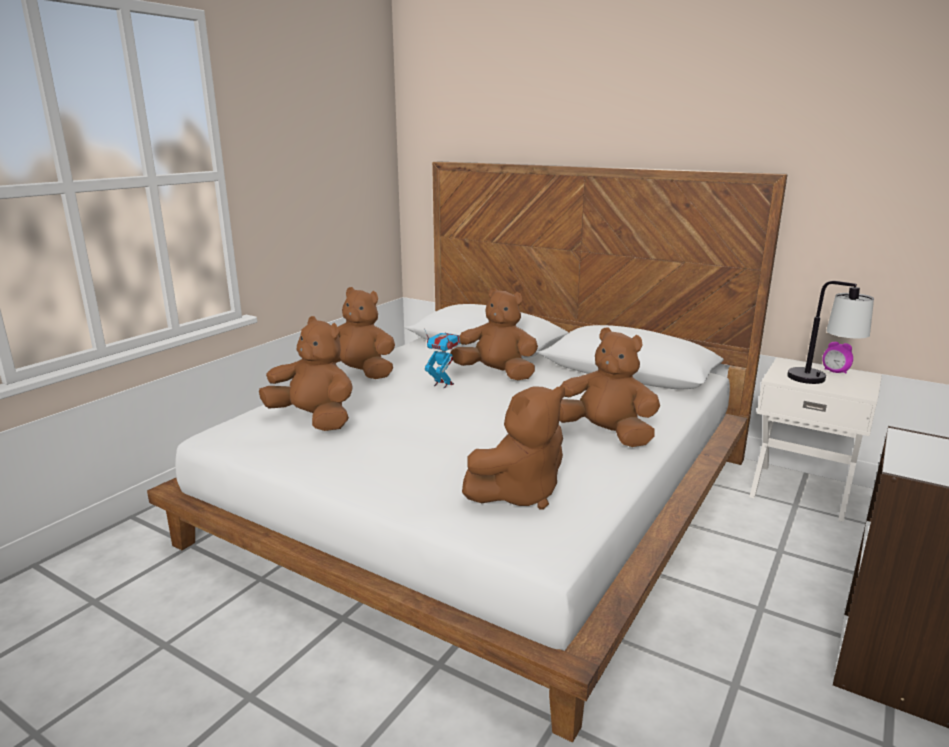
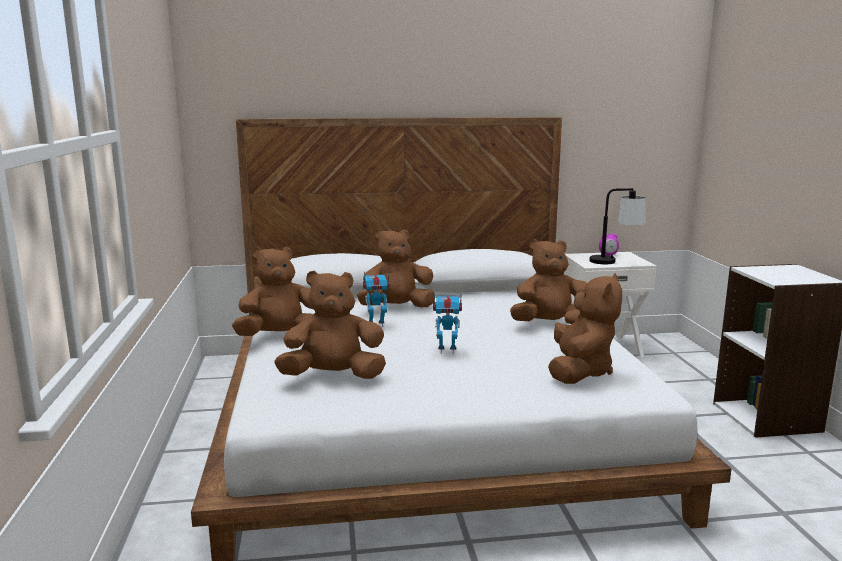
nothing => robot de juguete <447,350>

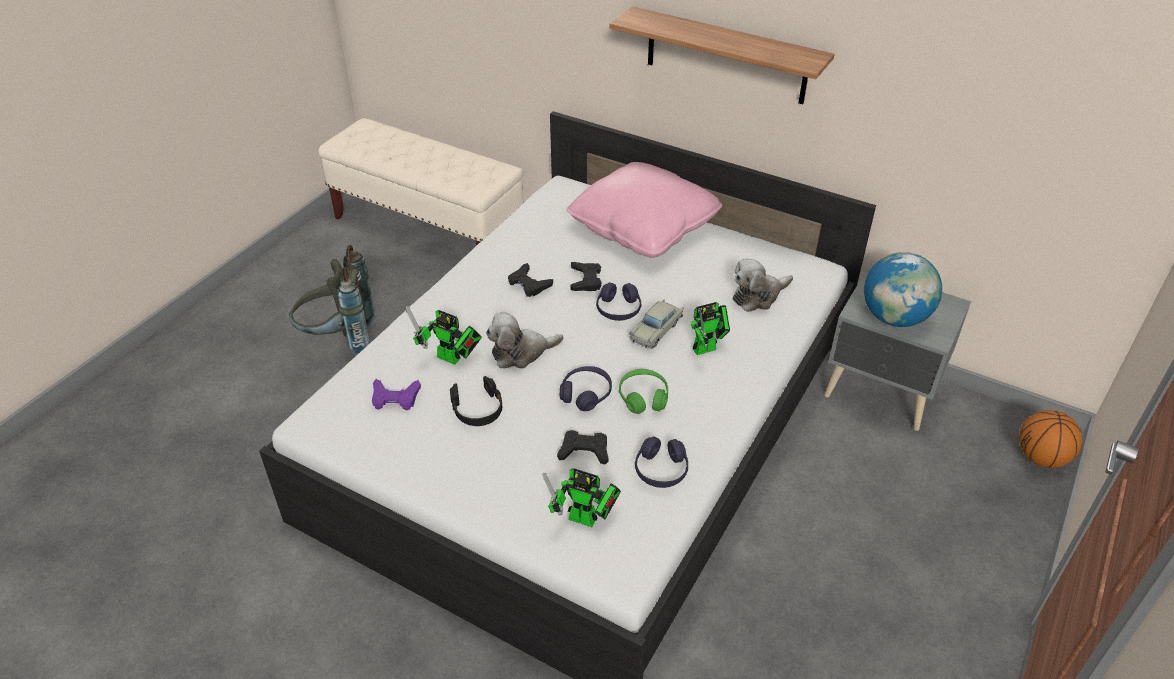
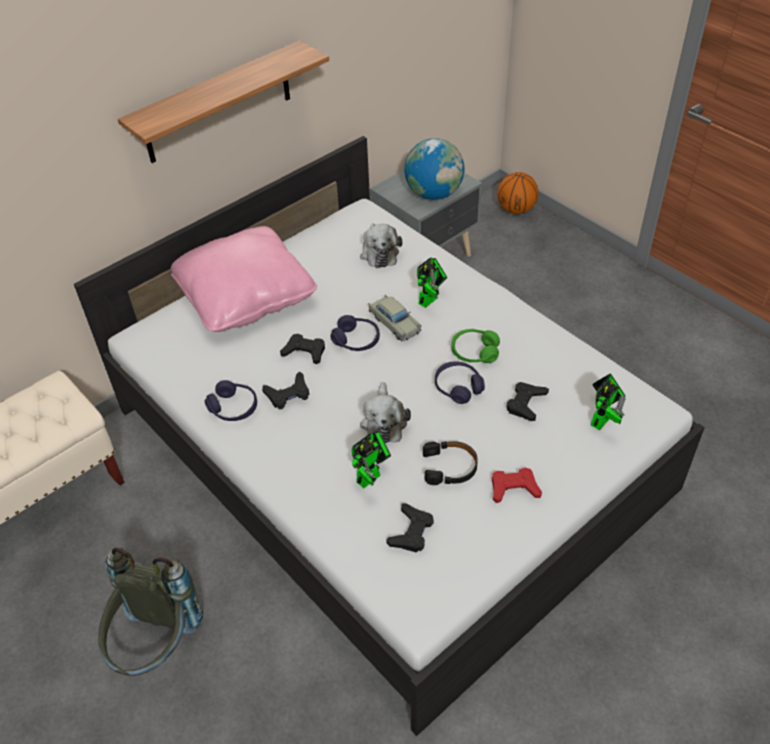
nothing => mando de consola [rojo] <514,488>
auriculares [morado] <661,470> => auriculares [morado] <233,408>, moved
mando de consola [morado] <395,398> => mando de consola [negro] <411,532>
robot de juguete <707,348> => robot de juguete <430,299>, 45 degrees clockwise

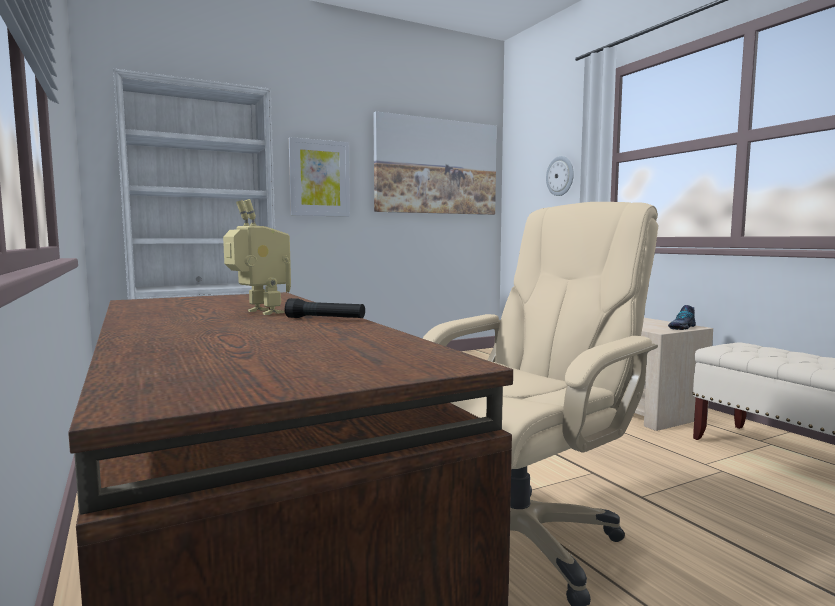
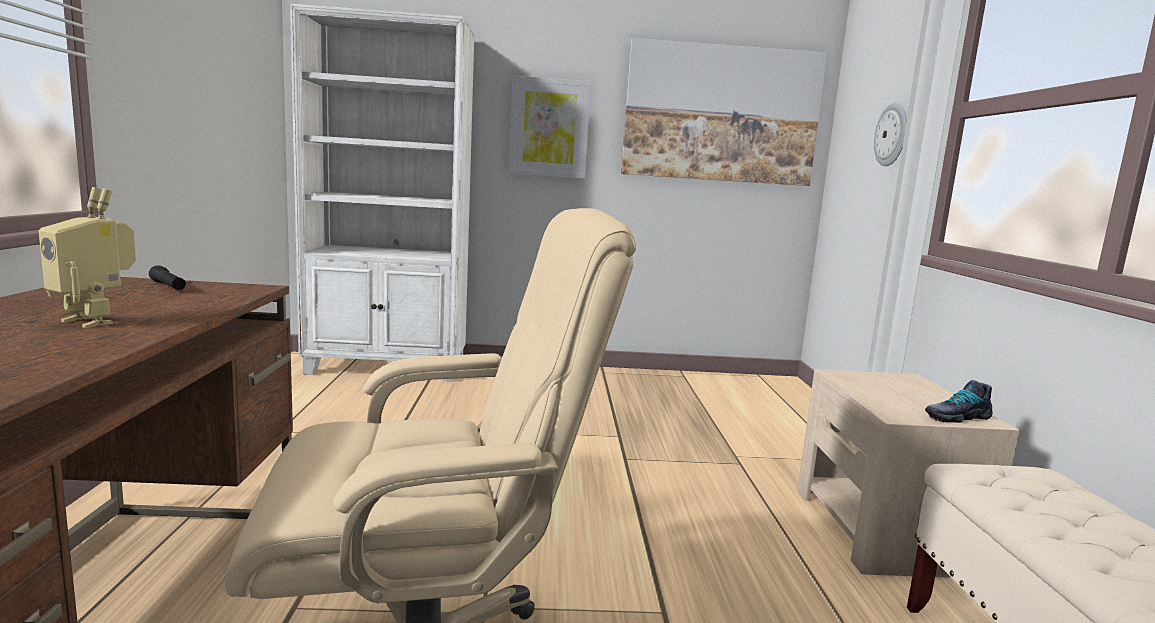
linterna [negro] <325,319> => linterna [negro] <168,286>, moved
robot de juguete <259,312> => robot de juguete <96,321>, 135 degrees clockwise

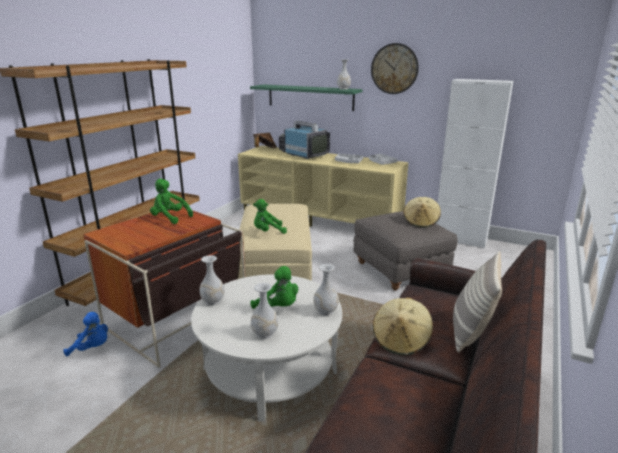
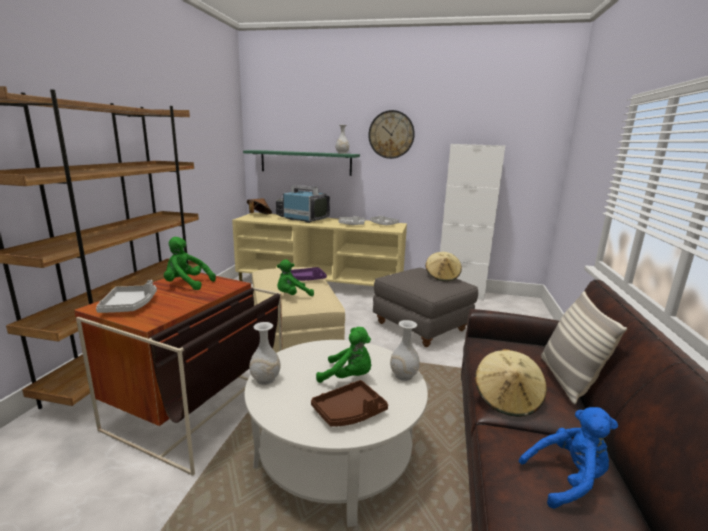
nothing => bandeja [gris] <129,306>
nothing => bandeja [morado] <307,279>
peluche [azul] <92,348> => peluche [azul] <567,480>, moved
florero [blanco] <264,333> => bandeja [marrón] <349,412>

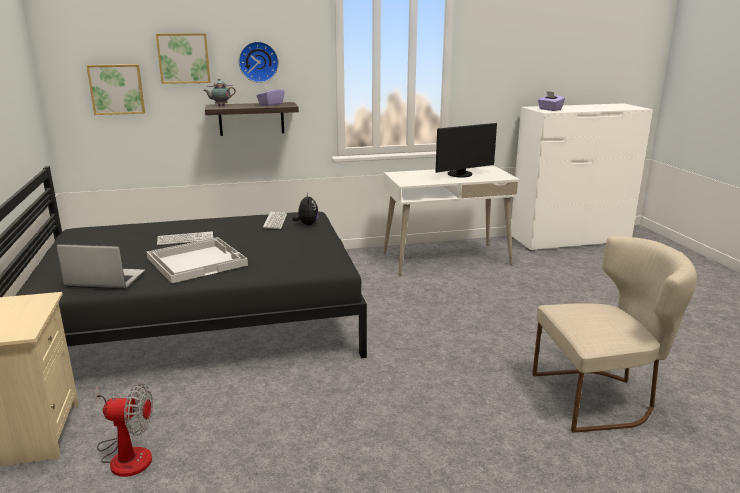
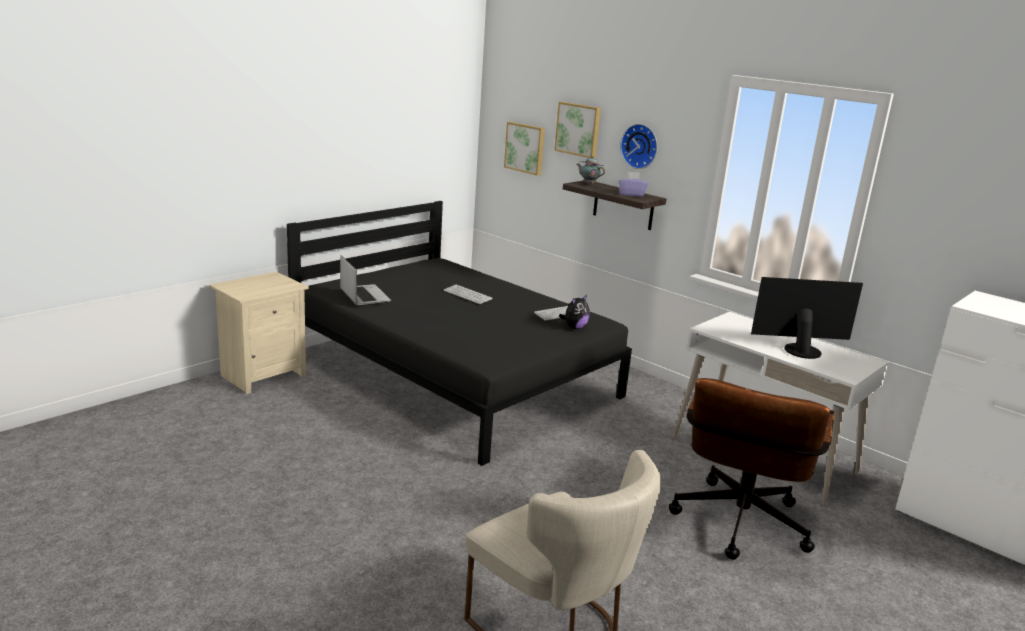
ventilador <126,454> => nothing
bandeja [blanco] <197,261> => nothing
caja de pañuelos [morado] <549,109> => nothing
nothing => silla de oficina [marrón] <737,528>
monitor <461,175> => monitor <800,350>, 150 degrees clockwise

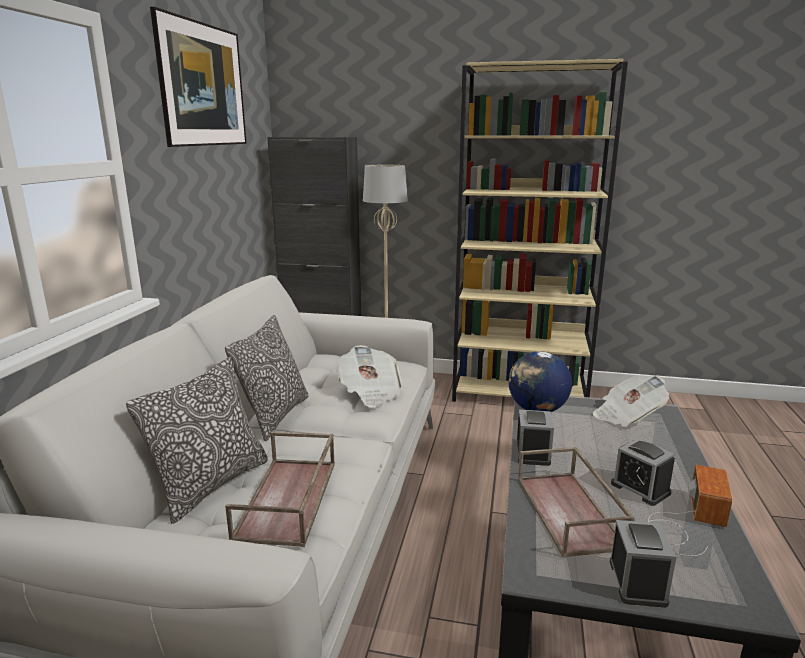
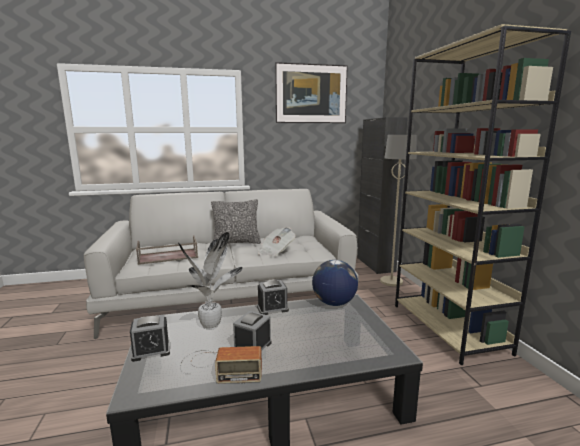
cojín <211,484> => nothing
periódico <627,416> => nothing
bandeja [marrón] <570,512> => planta en maceta <212,326>

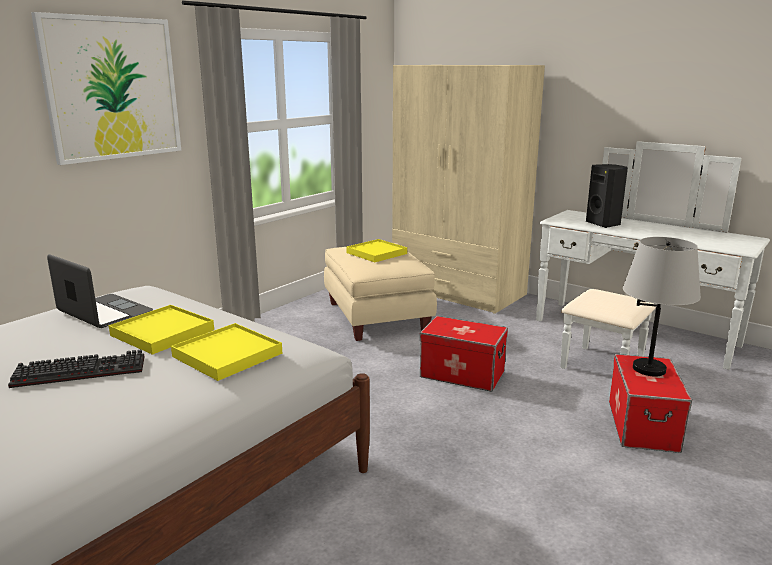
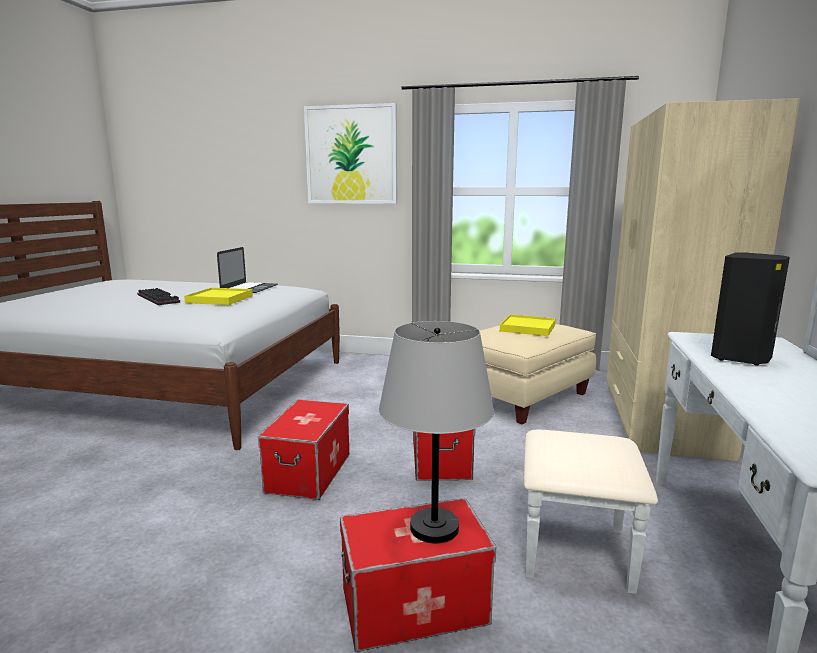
bandeja [amarillo] <227,355> => nothing
nothing => caja de almacenaje <308,472>

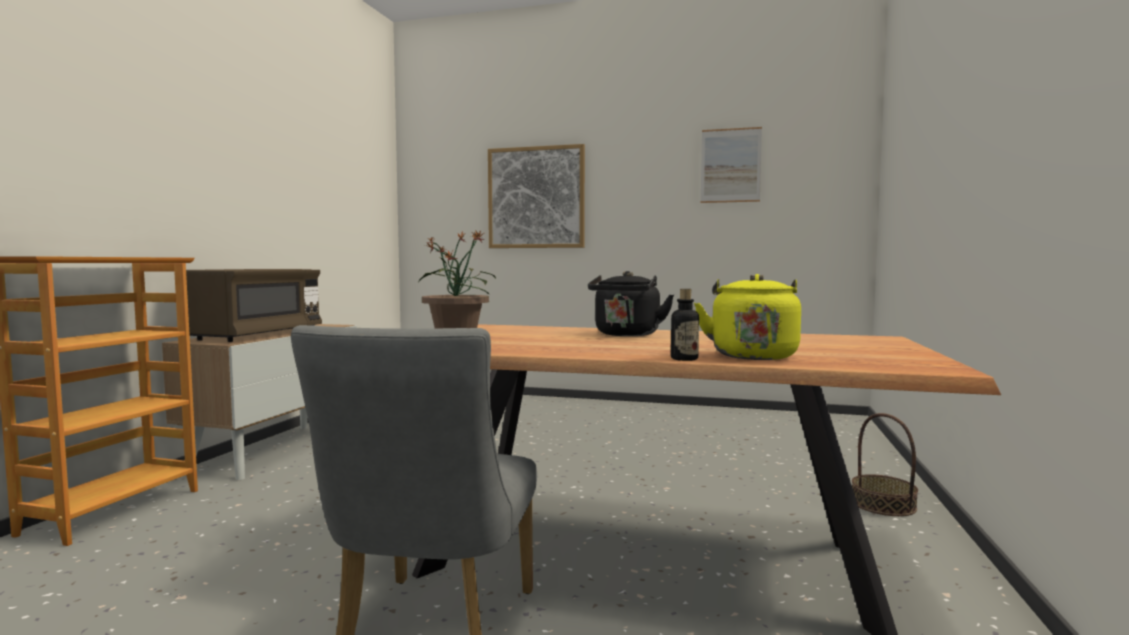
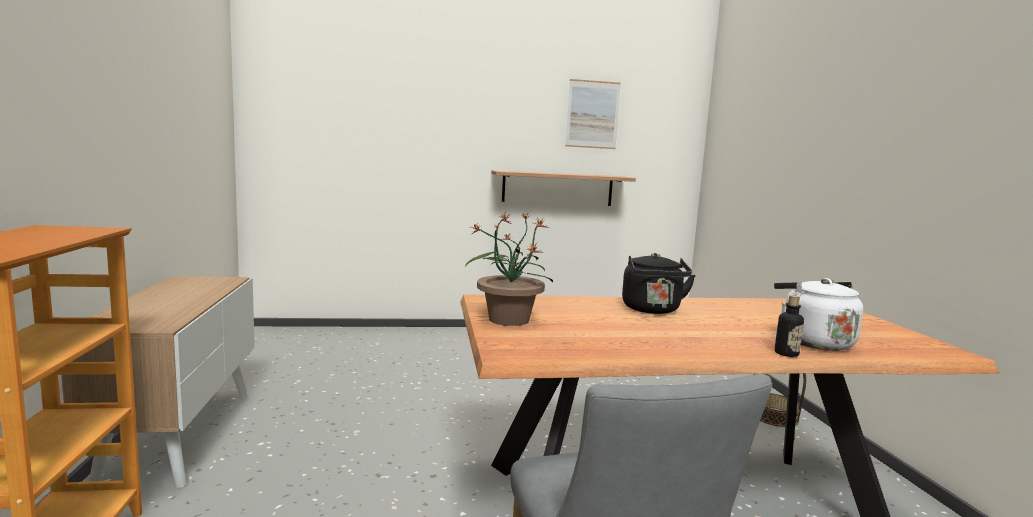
microondas [marrón] <256,335> => nothing
cuadro <536,197> => nothing
nothing => estante <557,188>
hervidor [amarillo] <752,355> => hervidor [blanco] <812,342>

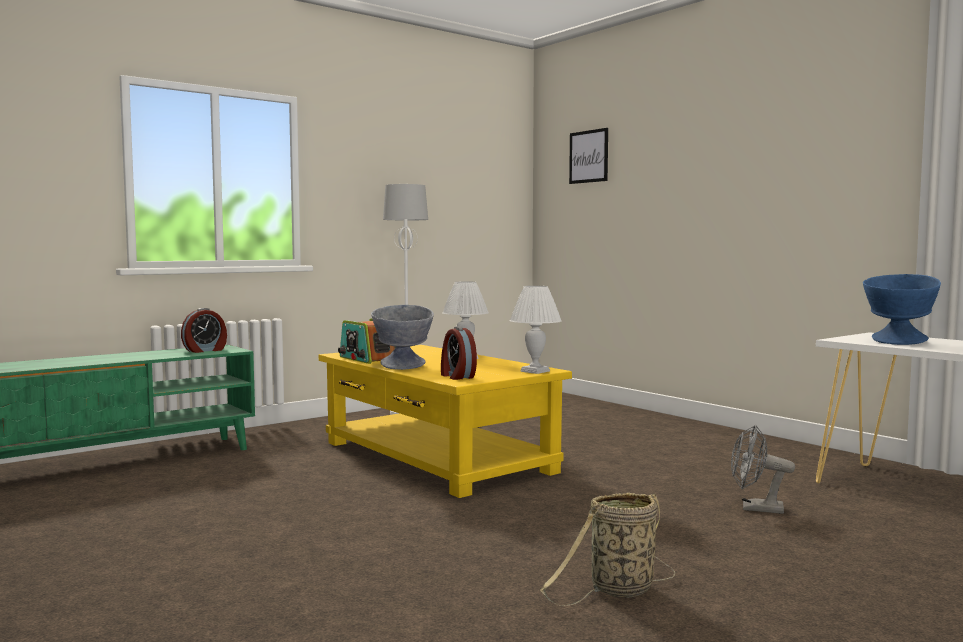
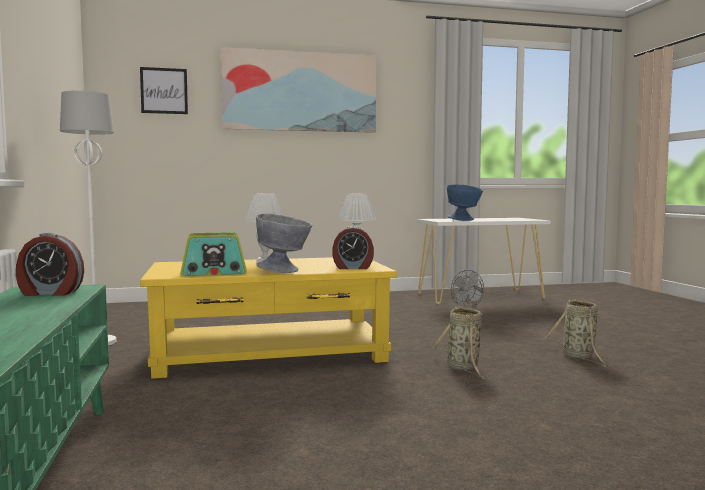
nothing => cuadro <300,91>
nothing => cesta <463,368>
despertador <205,350> => despertador <50,293>, 105 degrees clockwise

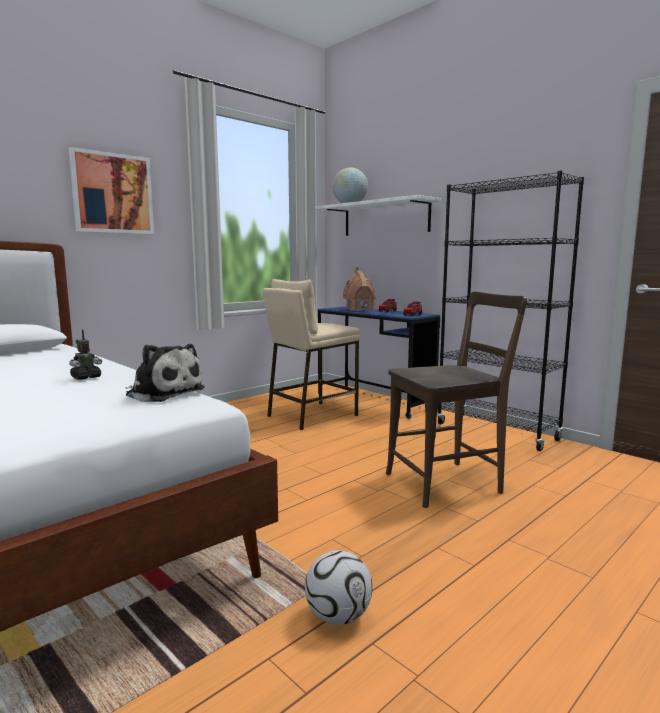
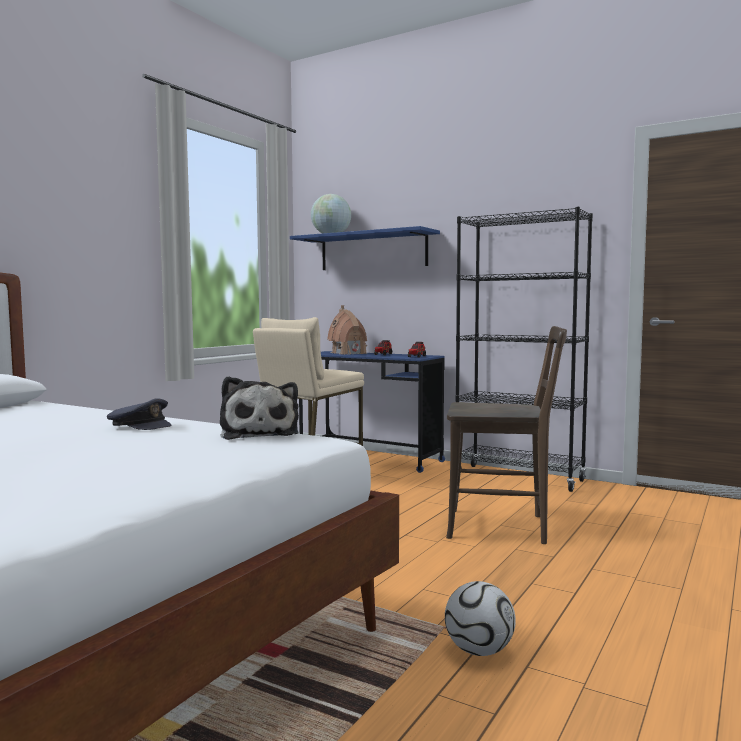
cuadro <112,193> => nothing
robot de juguete <86,377> => gorra [gris] <141,426>
estante [blanco] <385,219> => estante [azul] <373,251>
peluche <163,393> => peluche <259,433>, 60 degrees clockwise
silla [marrón] <448,482> => silla [marrón] <503,527>, 45 degrees clockwise

